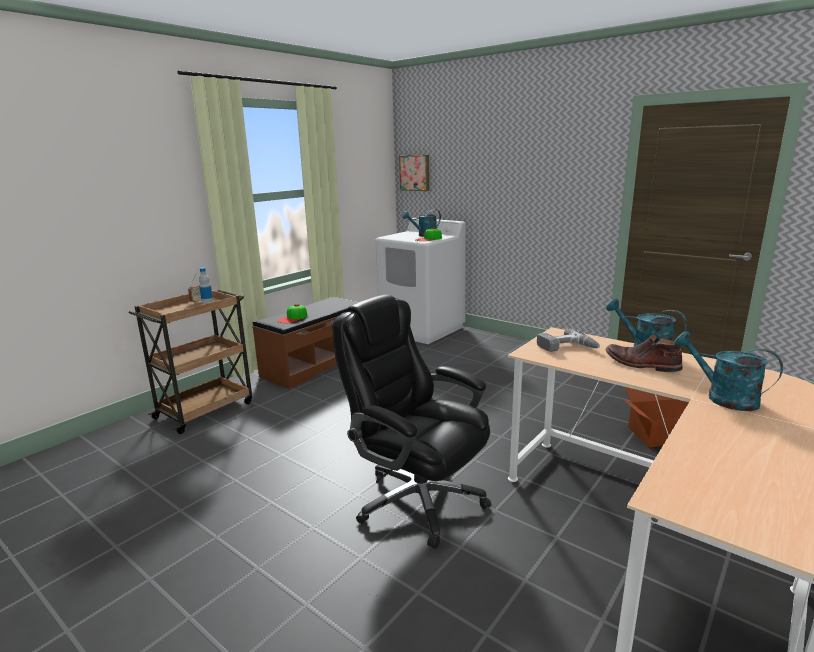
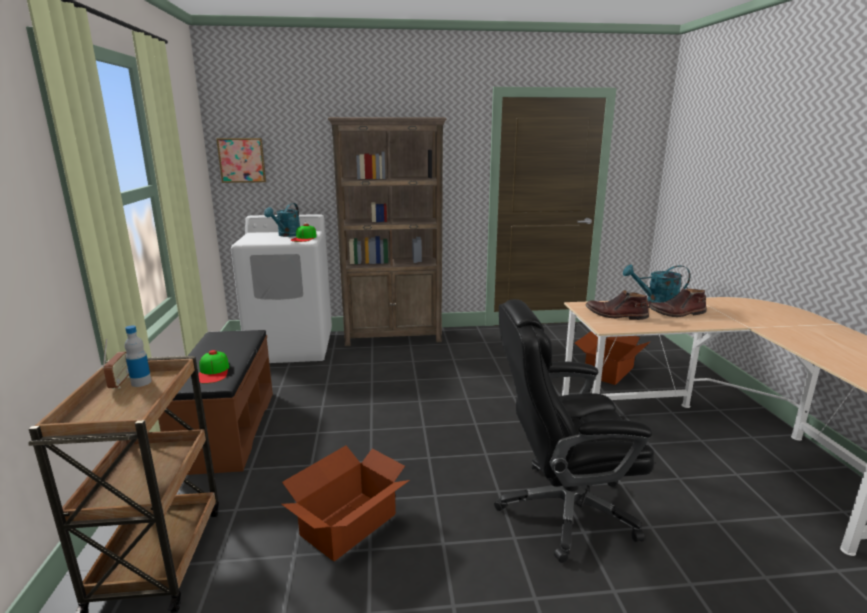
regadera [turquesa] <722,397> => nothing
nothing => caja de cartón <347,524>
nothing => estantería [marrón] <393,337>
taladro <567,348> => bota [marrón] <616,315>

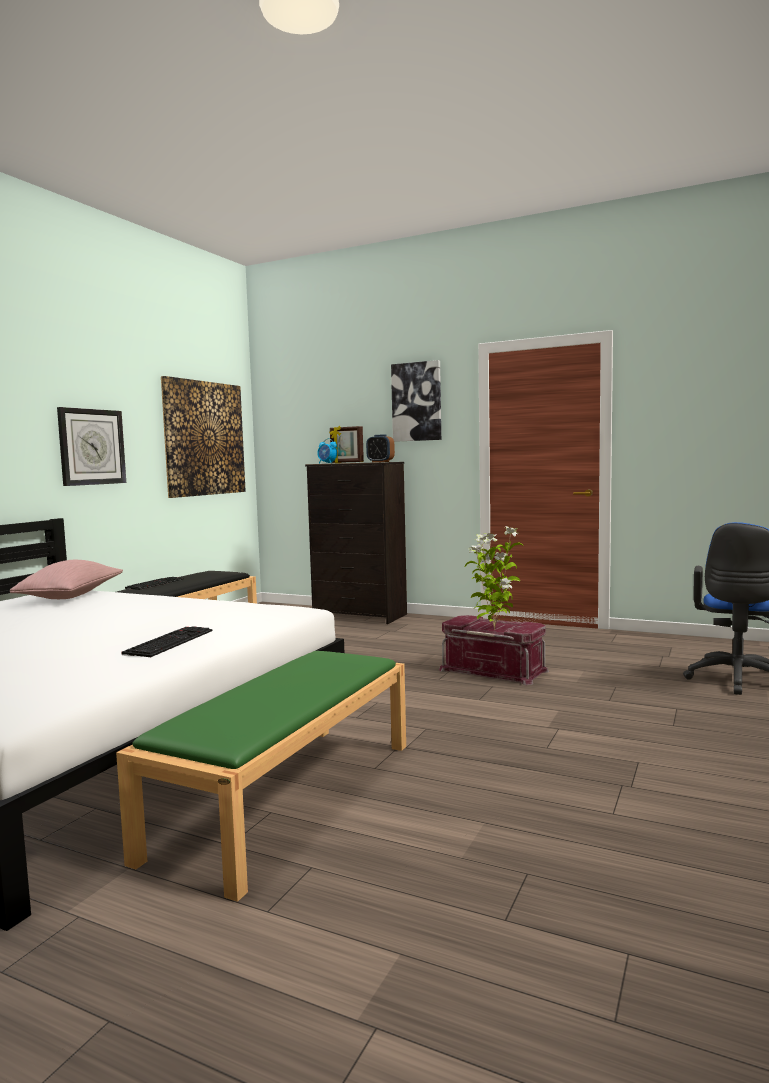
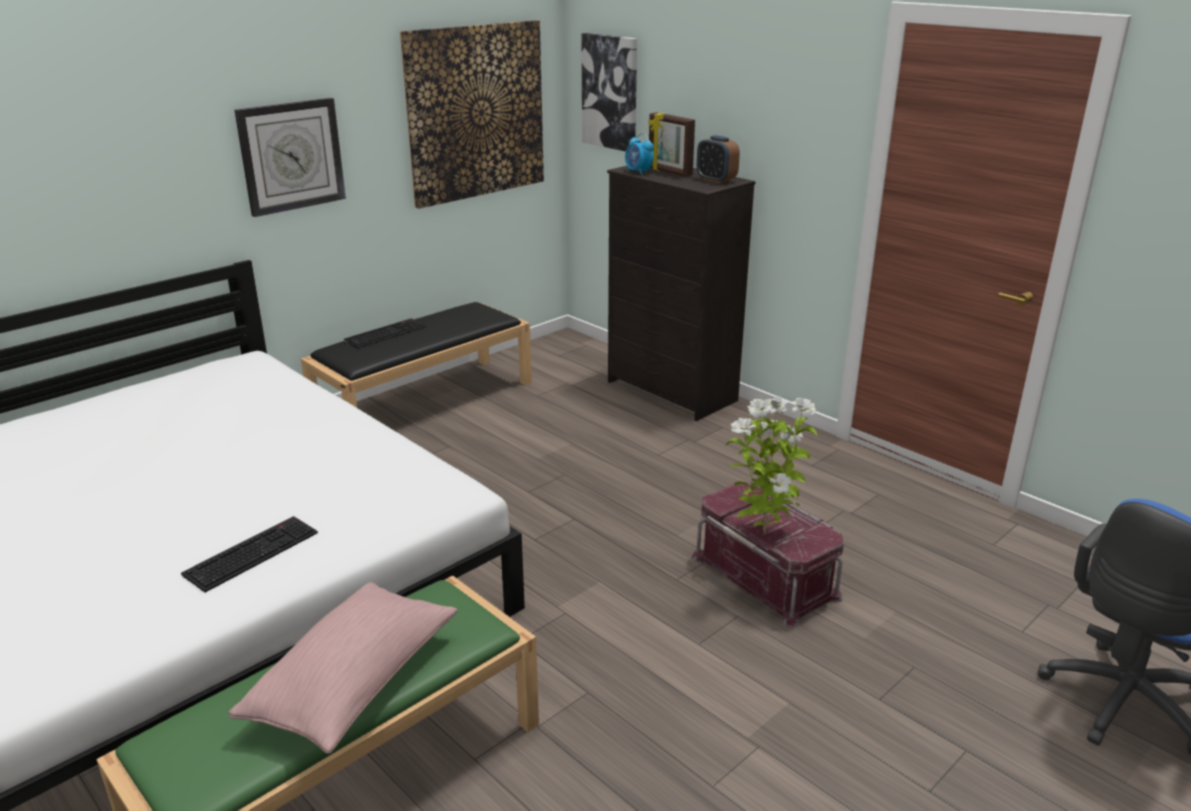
cojín [rosa] <71,596> => cojín [rosa] <354,684>, moved
cuadro <417,402> => cuadro <610,92>, moved

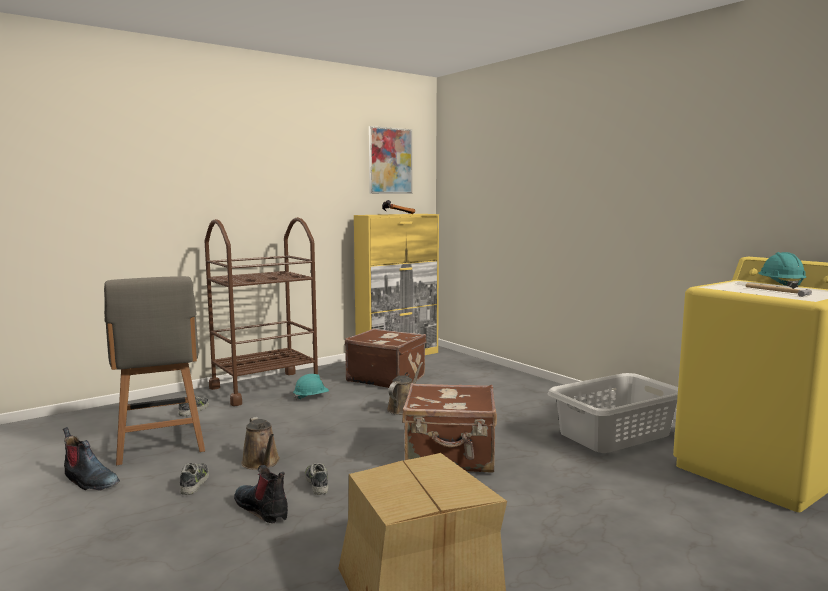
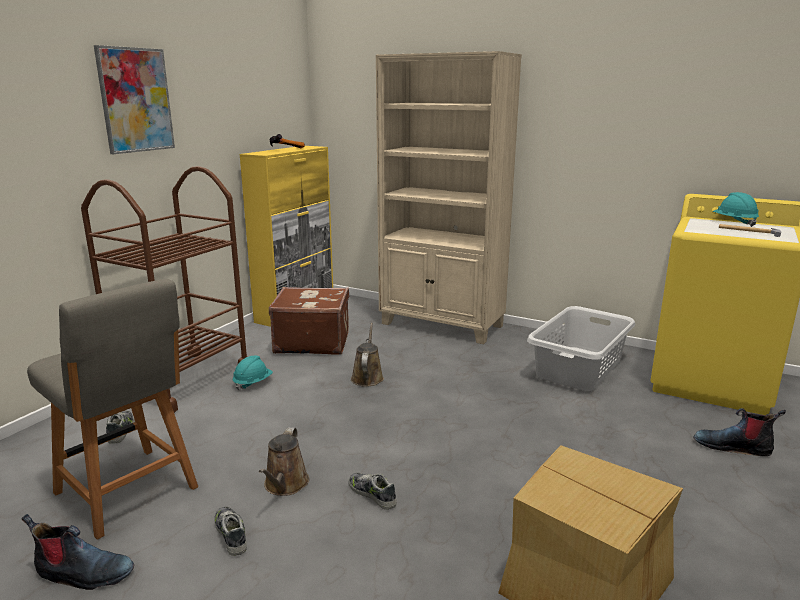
maleta [marrón] <450,457> => nothing
nothing => estantería [beis] <442,325>
bota <263,509> => bota <733,447>, moved
cuadro <390,161> => cuadro <135,100>, moved
regadera [marrón] <262,463> => regadera [marrón] <285,485>, 60 degrees clockwise

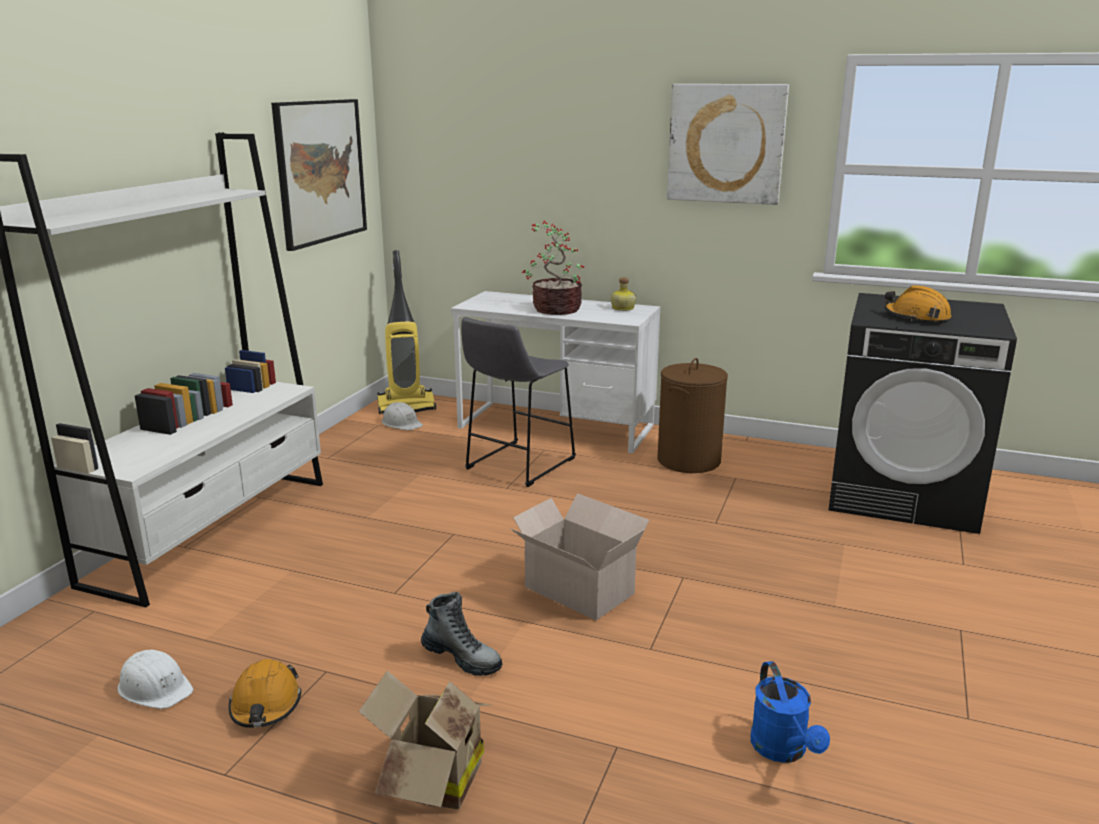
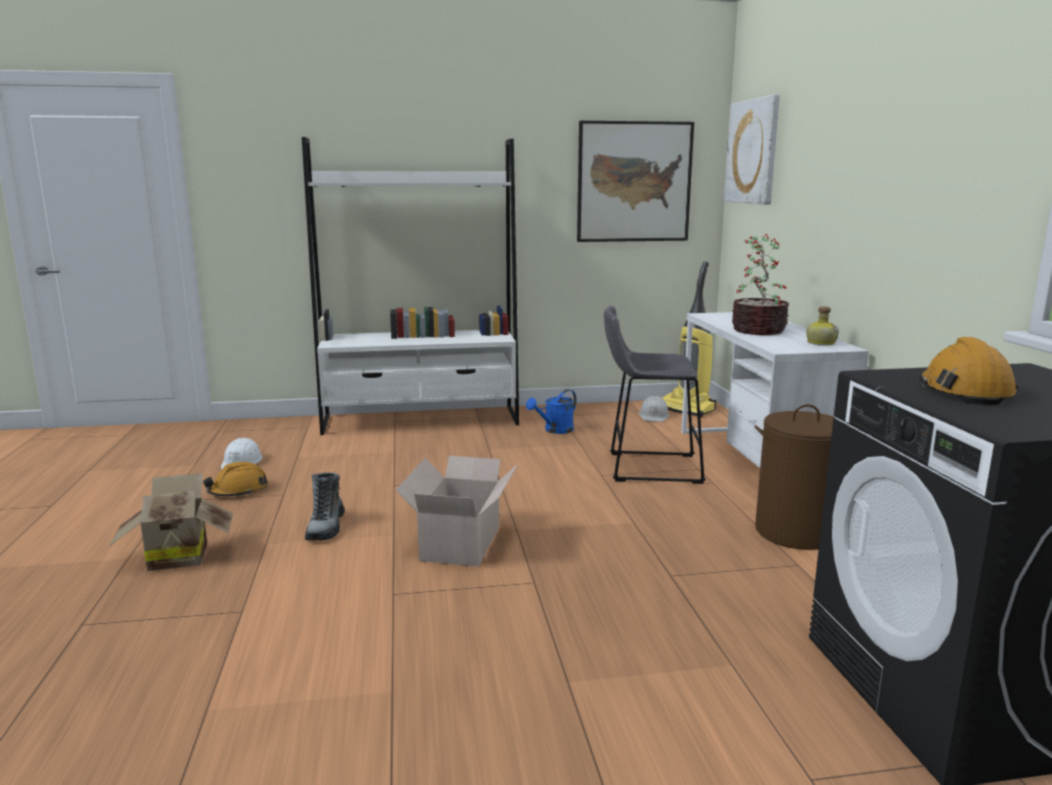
cuadro <726,143> => cuadro <752,152>, moved
regadera [azul] <783,751> => regadera [azul] <555,430>, moved

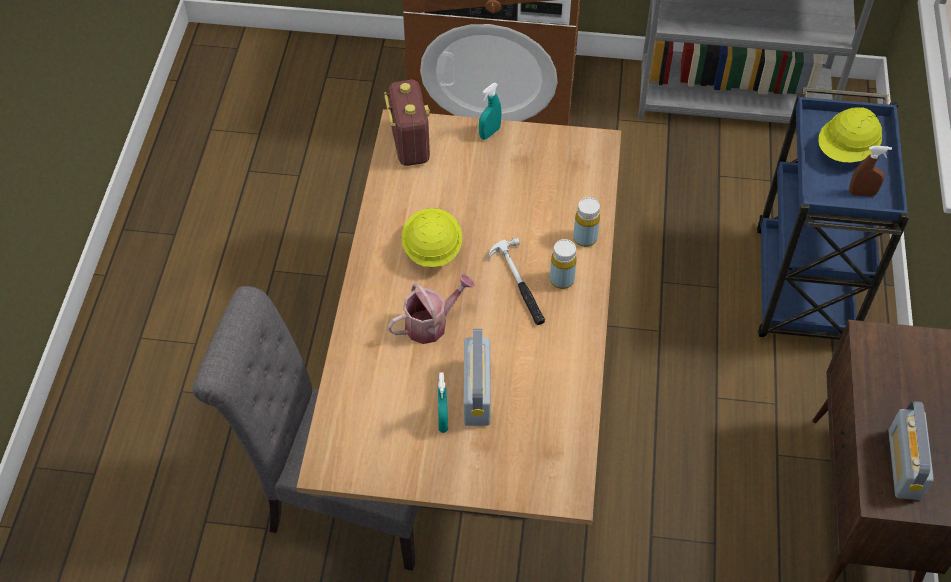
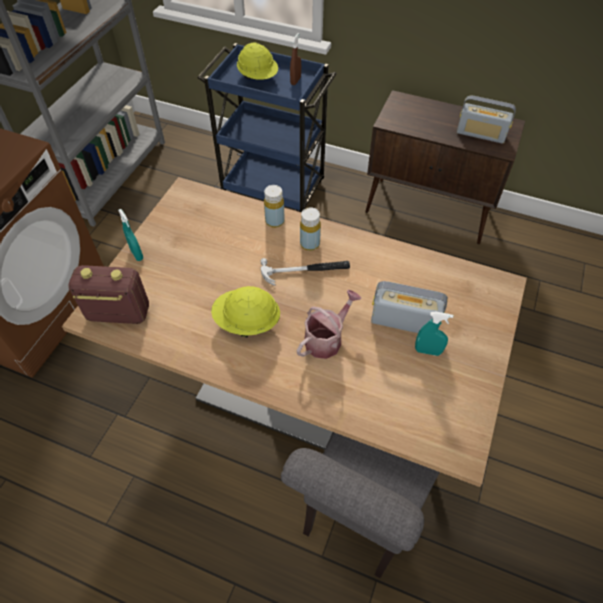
regadera <431,323> => regadera <326,339>, 60 degrees clockwise

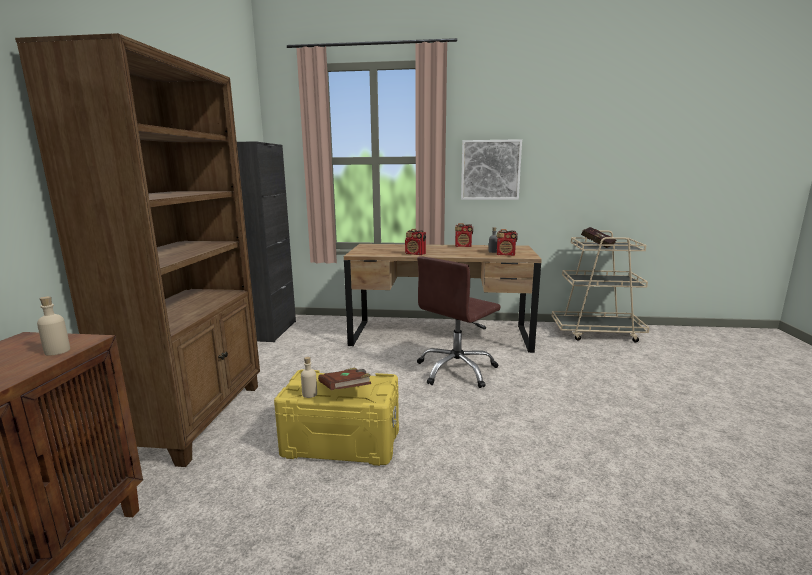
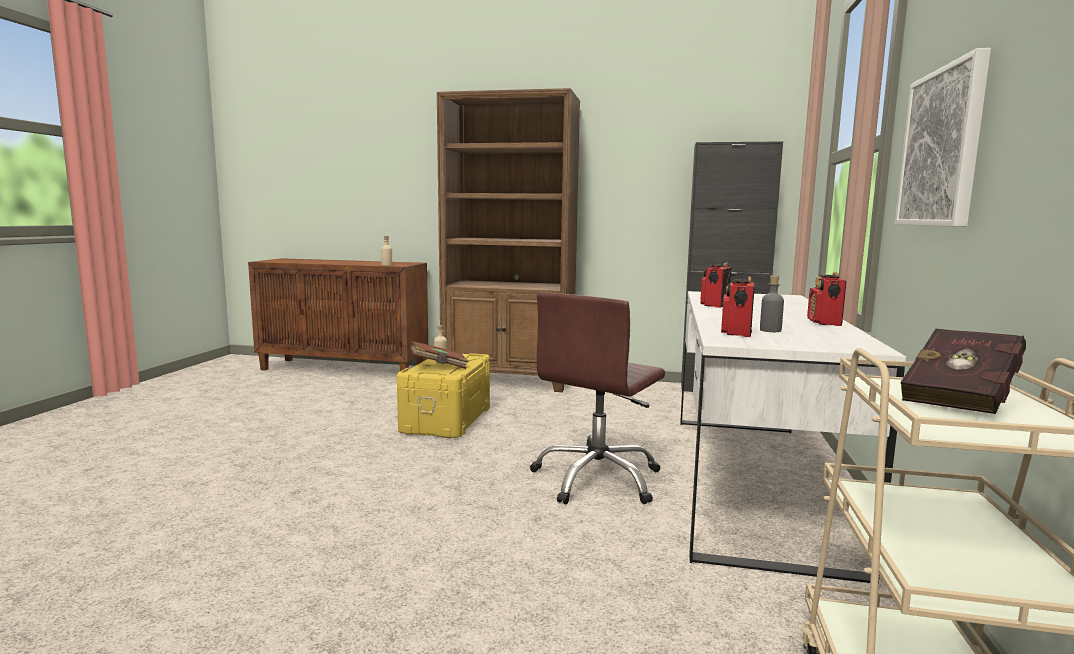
escritorio [marrón] <440,336> => escritorio [blanco] <751,480>
silla de oficina [marrón] <456,370> => silla de oficina [marrón] <597,479>, 105 degrees counterclockwise

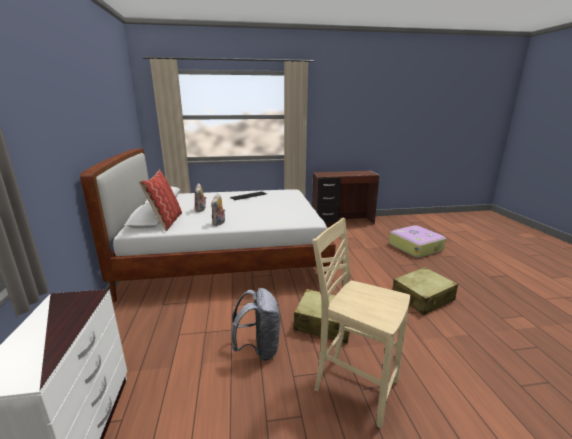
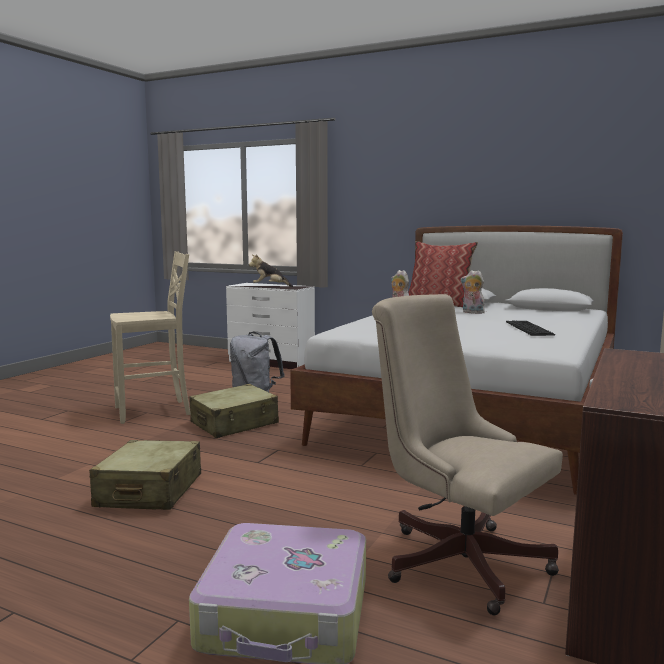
nothing => peluche <270,286>
nothing => silla de oficina [beis] <456,558>

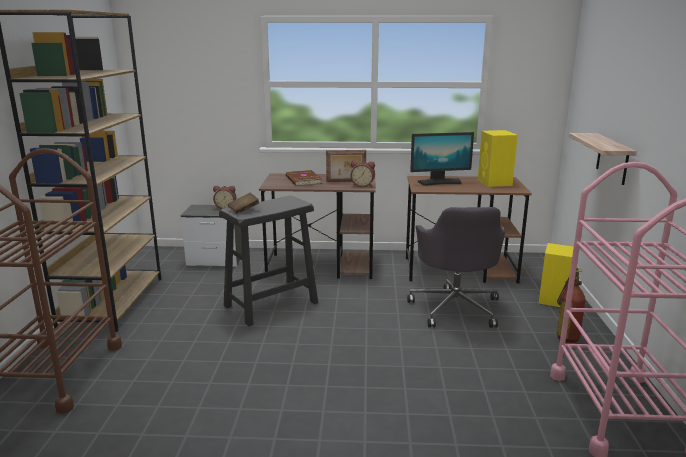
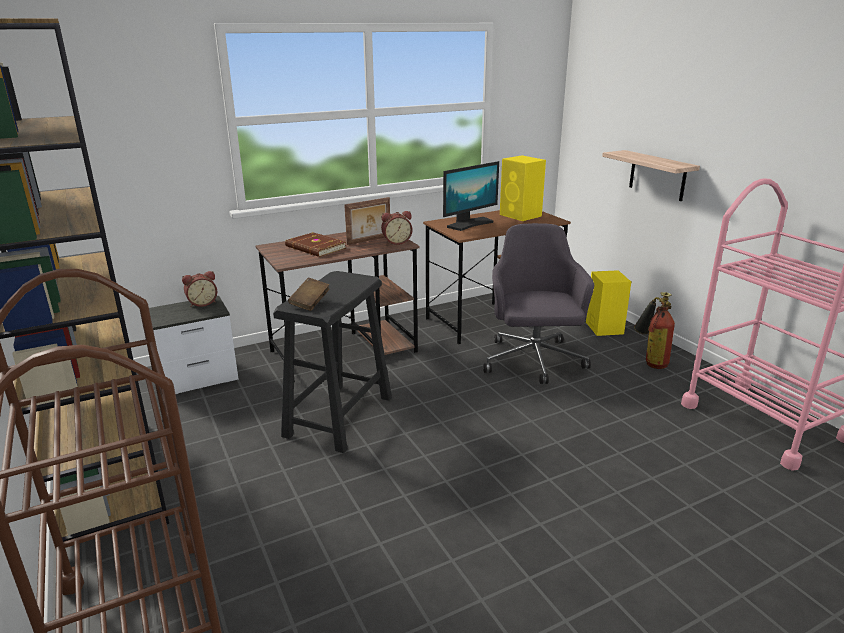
silla de oficina [gris] <455,307> => silla de oficina [gris] <533,361>, 150 degrees counterclockwise

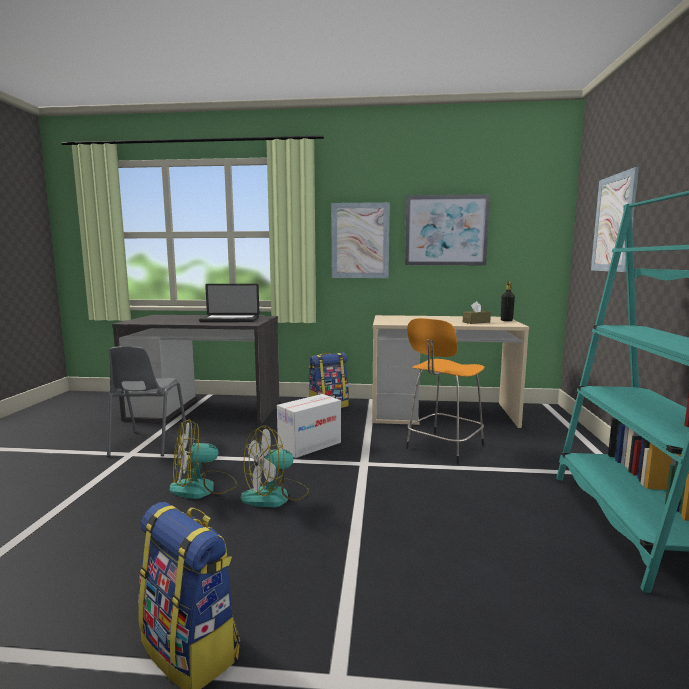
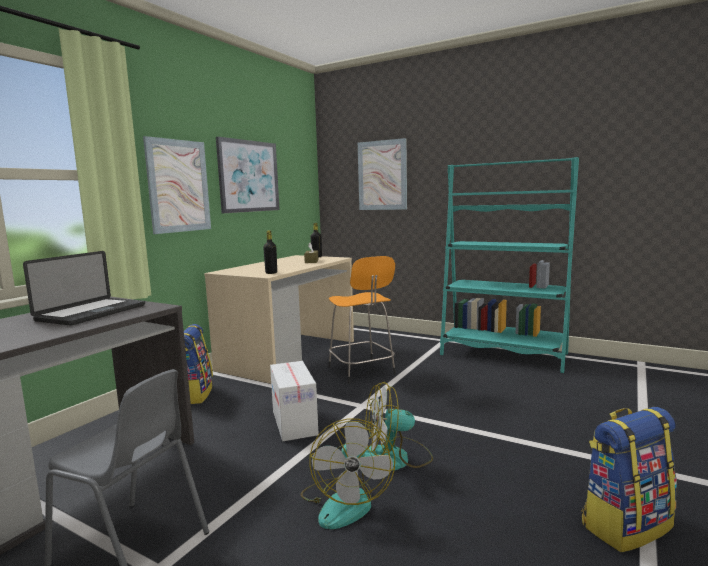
nothing => botella [negro] <271,273>
ventilador <276,495> => ventilador <396,457>, 90 degrees clockwise

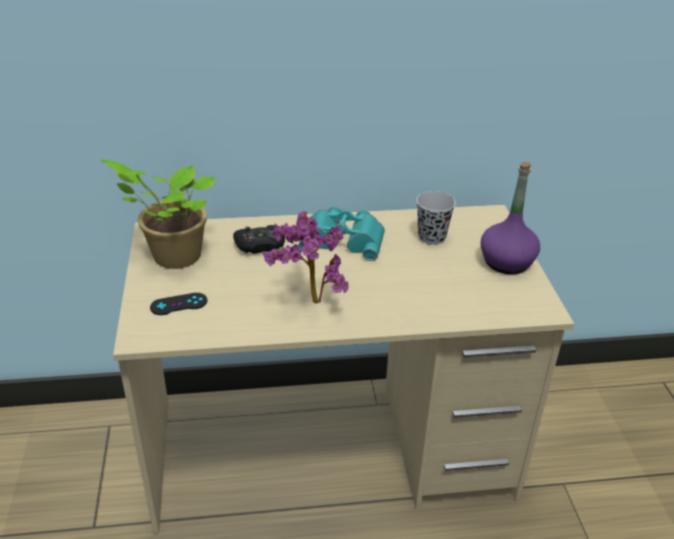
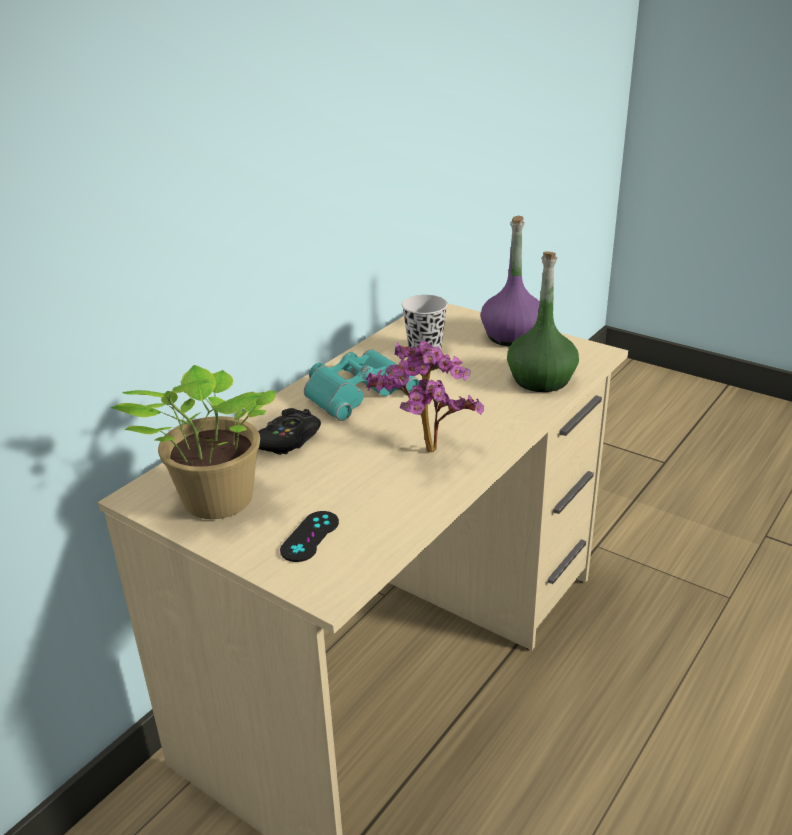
nothing => botella [verde] <541,379>

